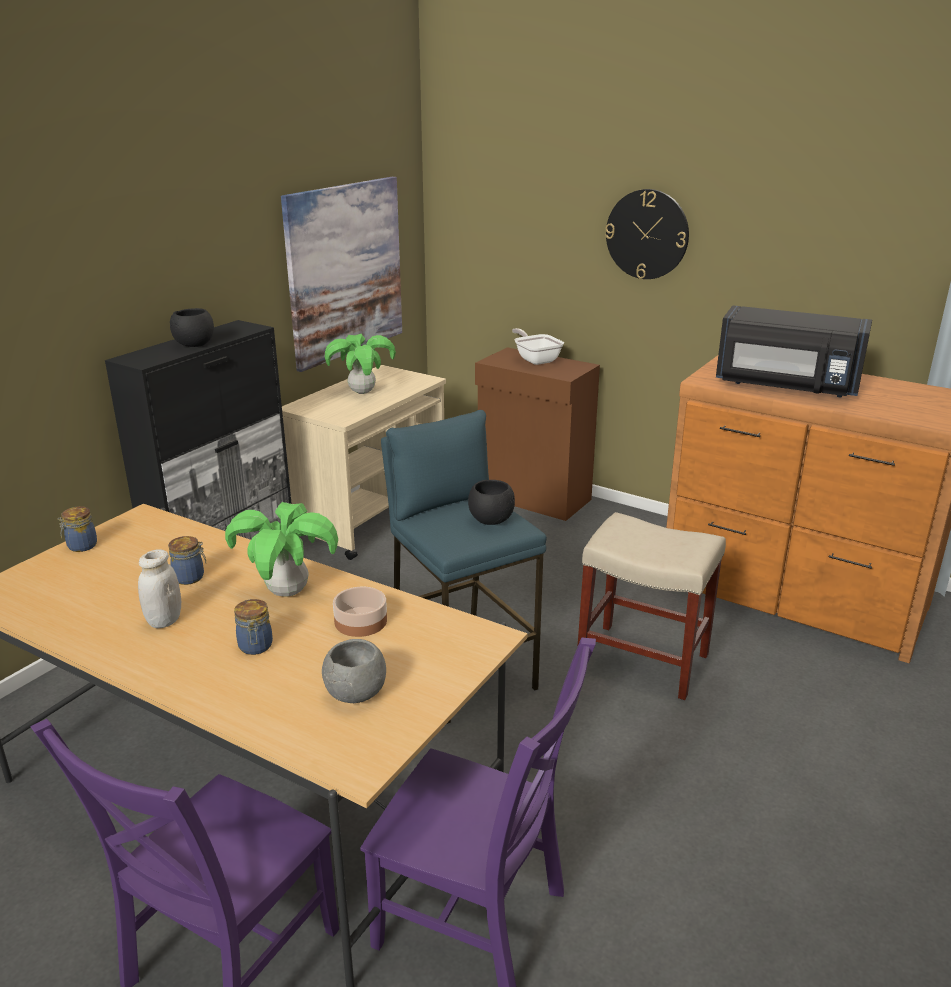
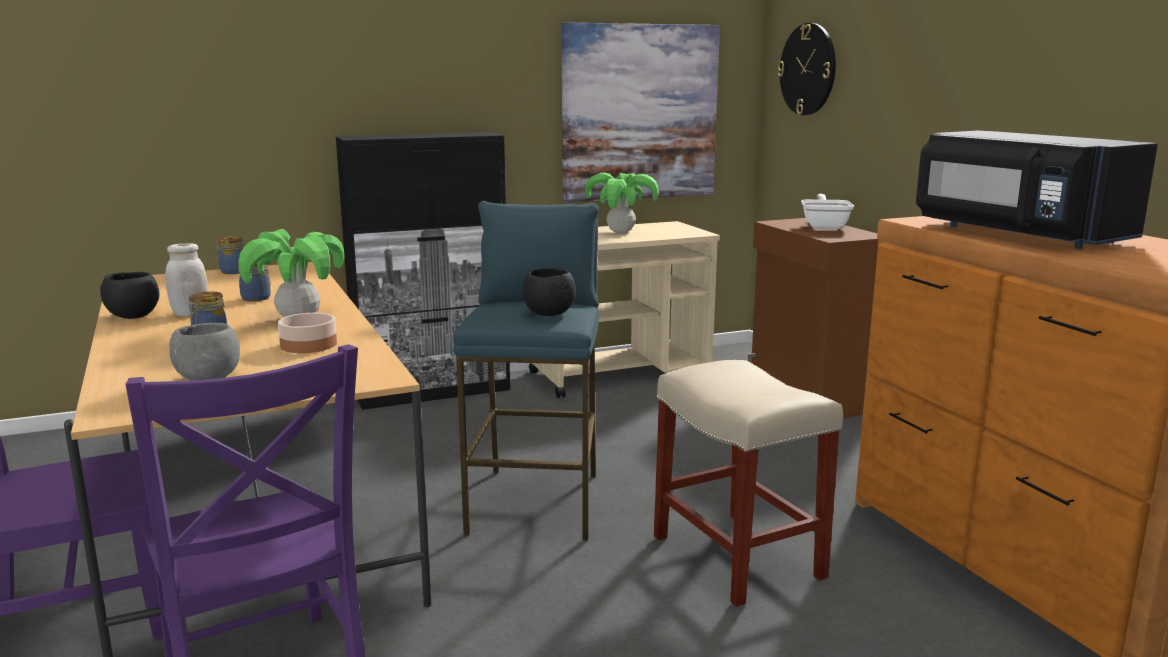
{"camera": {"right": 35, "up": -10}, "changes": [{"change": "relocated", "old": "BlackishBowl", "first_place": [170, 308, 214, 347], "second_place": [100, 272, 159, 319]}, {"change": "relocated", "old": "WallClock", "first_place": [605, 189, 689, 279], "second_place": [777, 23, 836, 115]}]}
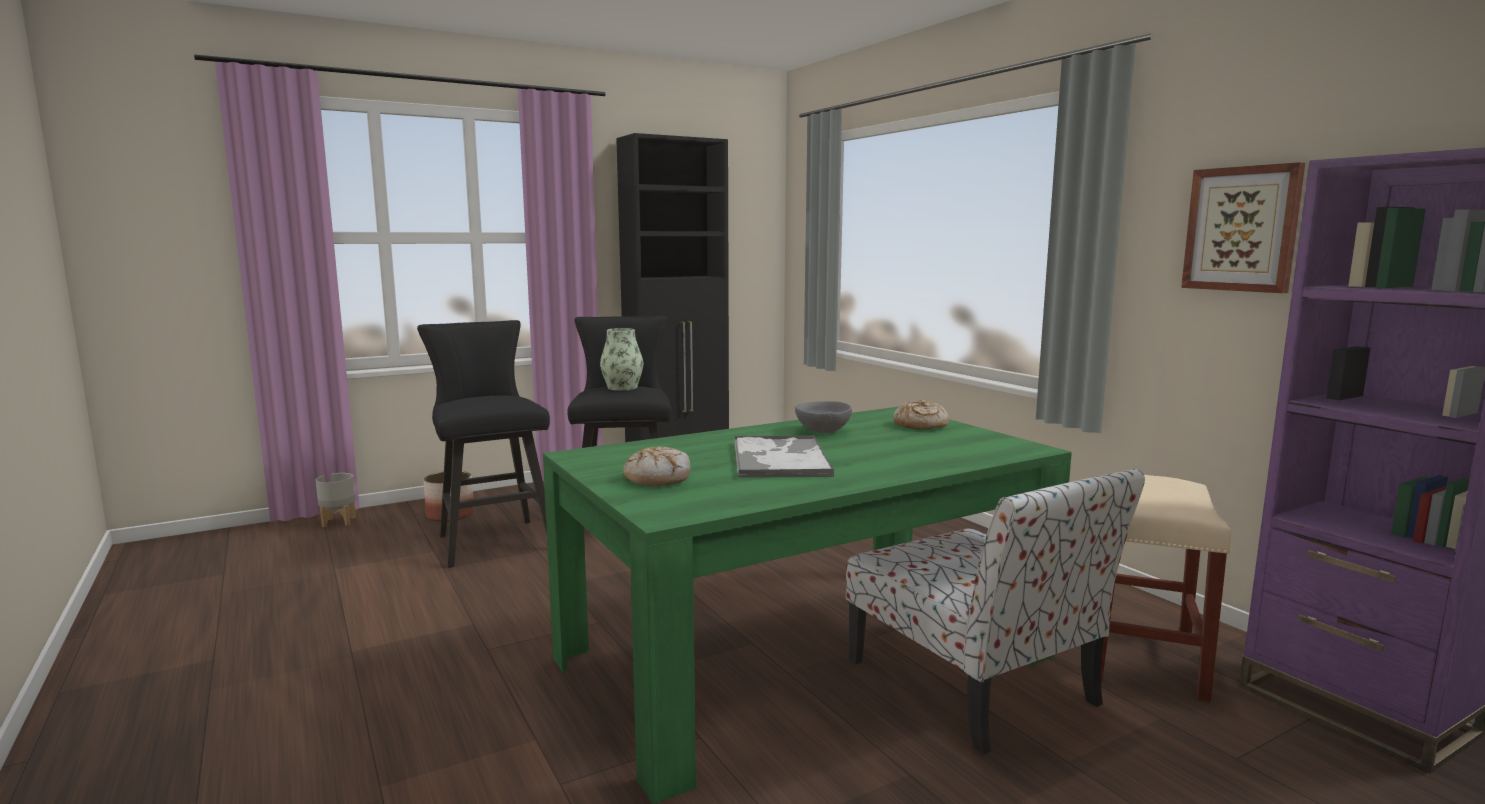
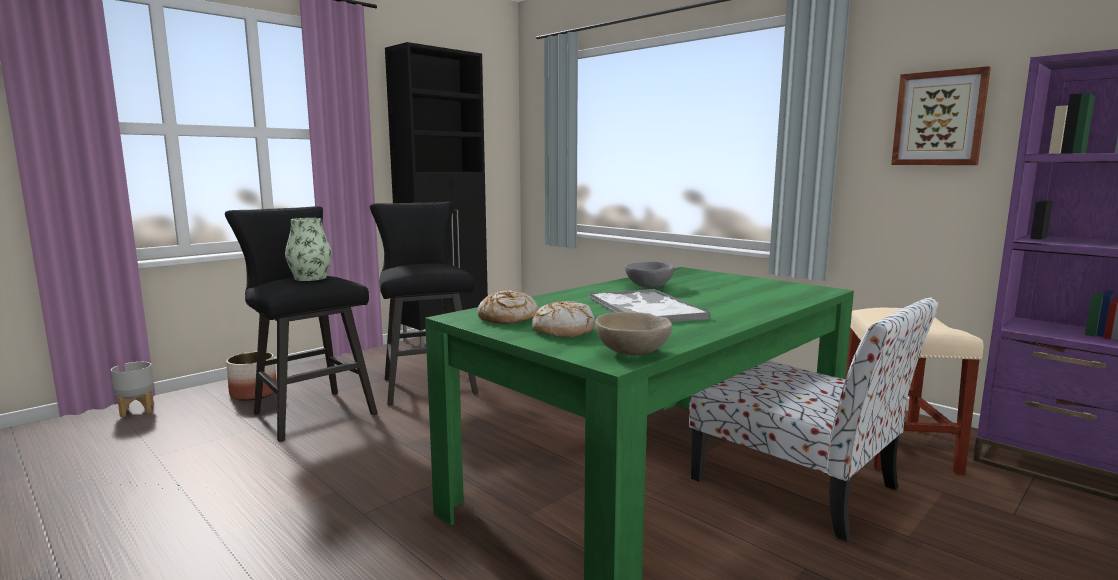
{"camera": {"right": -15, "up": 0}, "changes": [{"change": "appeared", "new": "BeigeBowl", "second_place": [595, 312, 673, 355]}, {"change": "relocated", "old": "Vase", "first_place": [600, 328, 643, 391], "second_place": [285, 218, 332, 281]}, {"change": "relocated", "old": "Bread", "first_place": [893, 400, 949, 429], "second_place": [477, 290, 538, 324]}]}
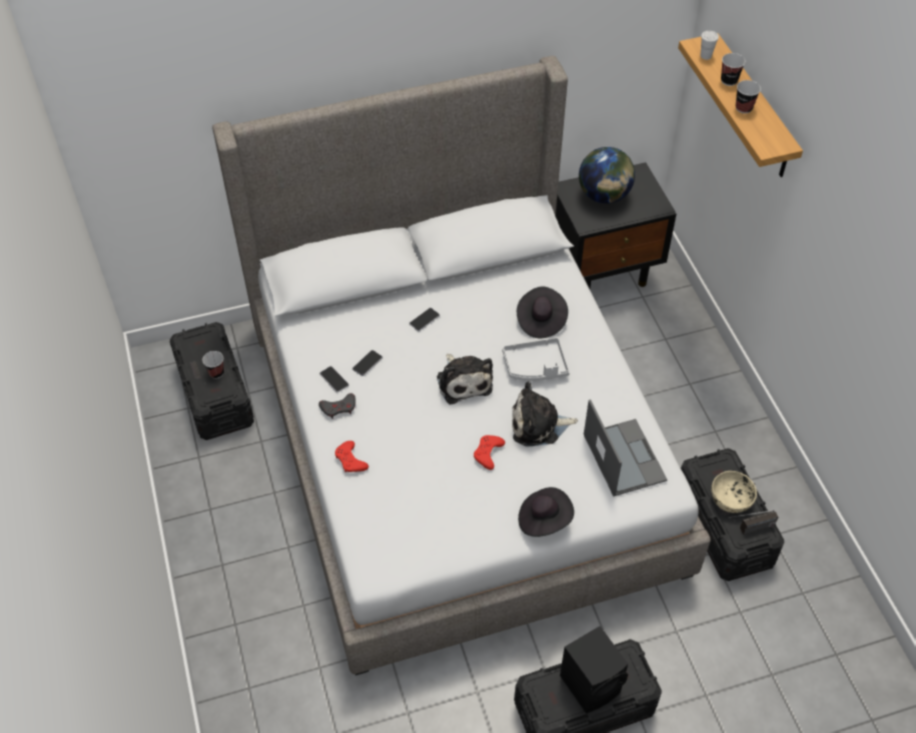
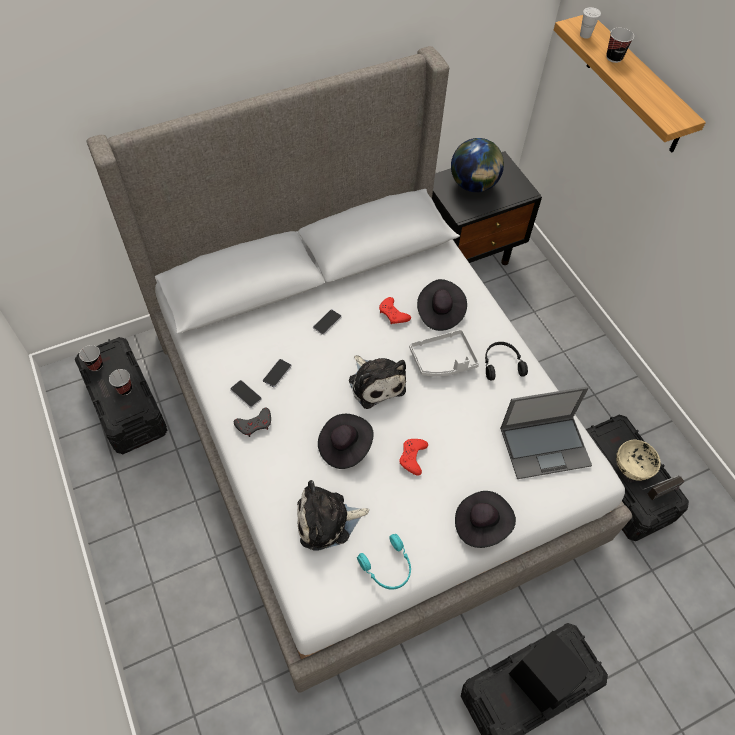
{"camera": {"right": -10, "up": 5}, "changes": [{"change": "appeared", "new": "BlackishClothingHat", "second_place": [318, 414, 374, 469]}, {"change": "appeared", "new": "TurquoiseHeadphones", "second_place": [357, 534, 411, 590]}, {"change": "appeared", "new": "BlackishHeadphones", "second_place": [485, 342, 528, 381]}, {"change": "relocated", "old": "ReddishJoypad", "first_place": [335, 441, 369, 472], "second_place": [379, 297, 411, 325]}, {"change": "relocated", "old": "CuddlyToy", "first_place": [512, 381, 578, 447], "second_place": [297, 480, 369, 551]}, {"change": "relocated", "old": "SmallCup", "first_place": [736, 80, 761, 114], "second_place": [79, 345, 103, 371]}, {"change": "spun", "old": "PortableComputer", "first_place": [584, 399, 667, 497], "second_place": [500, 386, 592, 479], "degrees": 105}]}
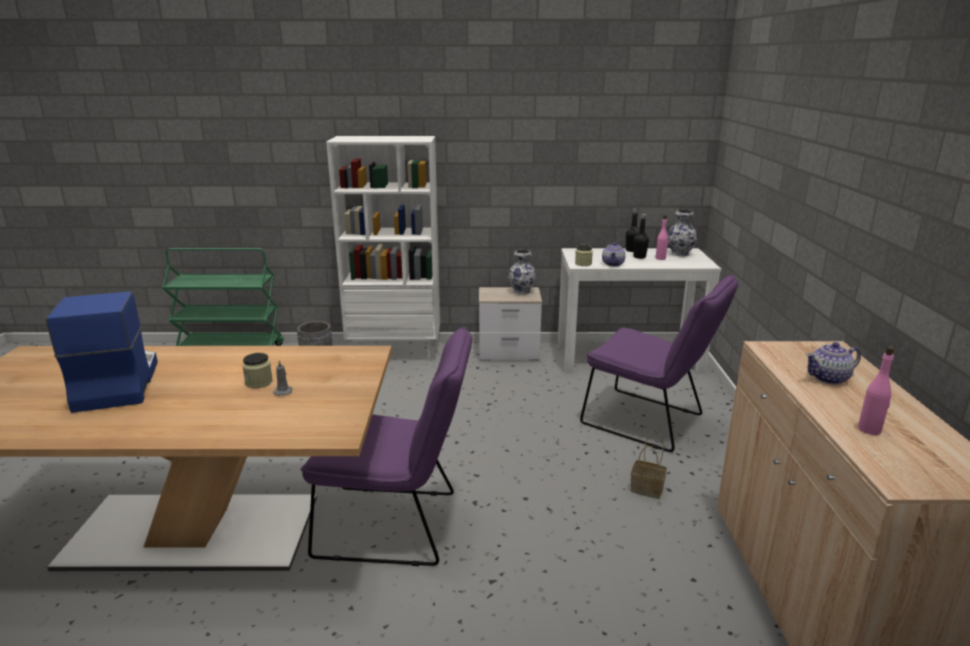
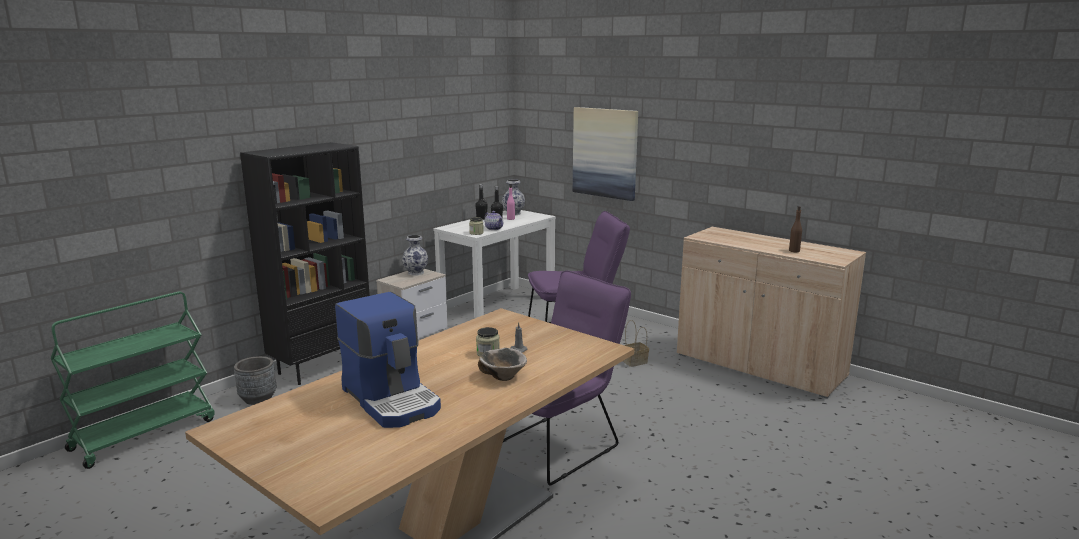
{"camera": {"right": -50, "up": -5}, "changes": [{"change": "missing", "old": "TeaPot", "first_place": [806, 342, 861, 385]}, {"change": "appeared", "new": "Bowl", "second_place": [478, 348, 527, 381]}, {"change": "appeared", "new": "Picture", "second_place": [573, 107, 638, 201]}, {"change": "colour", "old": "WhiteColouredBookcase", "new": "BlackishBookcase", "first_place": [326, 136, 440, 360], "second_place": [240, 142, 370, 385]}, {"change": "colour", "old": "PinkDrinkBottle", "new": "BrownColouredDrinkBottle", "first_place": [858, 346, 894, 435], "second_place": [789, 206, 802, 252]}, {"change": "spun", "old": "CoffeeMachine", "first_place": [46, 292, 158, 413], "second_place": [335, 292, 441, 428], "degrees": -150}]}
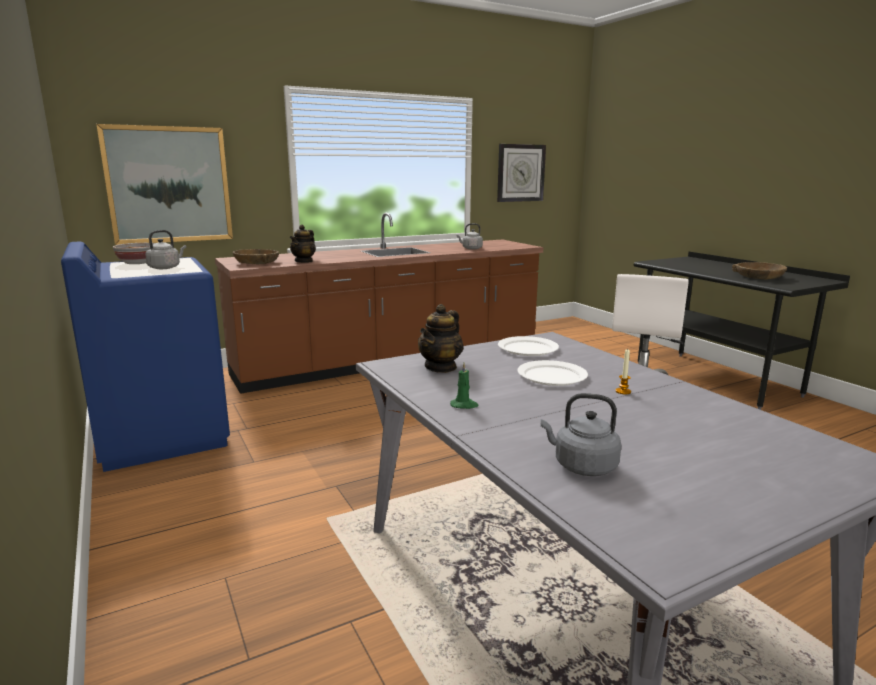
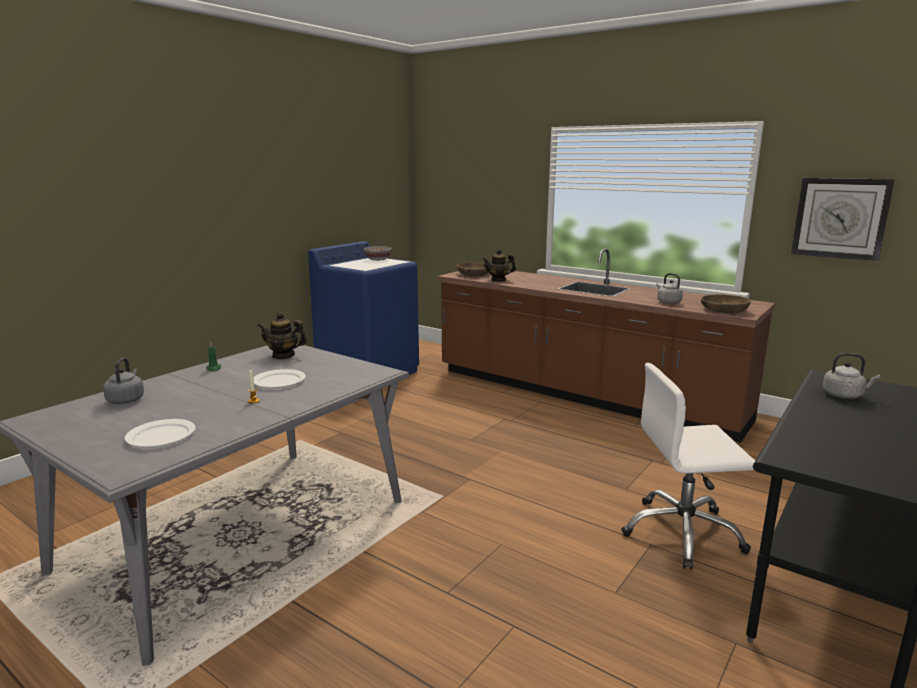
{"camera": {"right": 65, "up": 0}, "changes": [{"change": "missing", "old": "Picture", "first_place": [96, 124, 233, 245]}, {"change": "relocated", "old": "GrayWaterKettle", "first_place": [145, 230, 186, 269], "second_place": [822, 353, 880, 399]}, {"change": "relocated", "old": "WhiteColouredPlate", "first_place": [498, 336, 559, 356], "second_place": [125, 419, 195, 447]}, {"change": "relocated", "old": "BrownColouredBowl", "first_place": [732, 262, 787, 279], "second_place": [701, 294, 751, 313]}]}
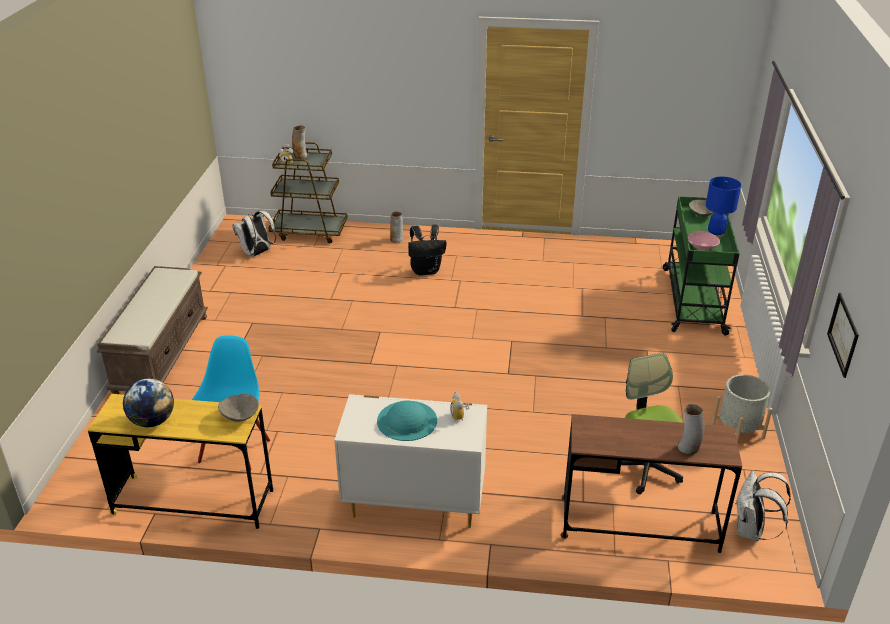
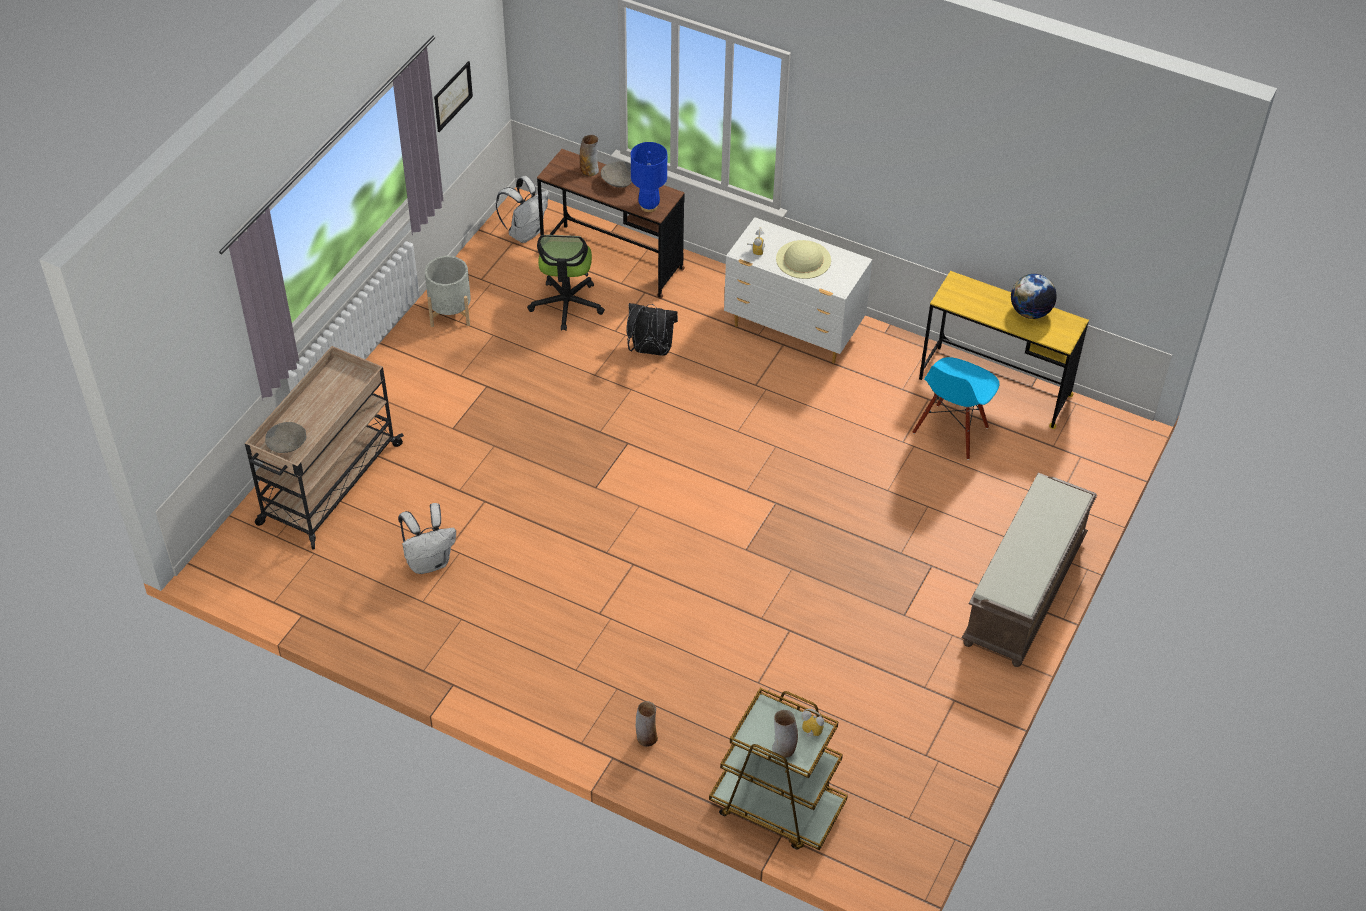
{"camera": {"right": -160, "up": 15}, "changes": [{"change": "missing", "old": "PinkBowl", "first_place": [688, 231, 720, 251]}, {"change": "relocated", "old": "GrayBowl", "first_place": [218, 394, 259, 422], "second_place": [601, 161, 632, 188]}, {"change": "relocated", "old": "WhiteColouredBackpack", "first_place": [232, 211, 276, 257], "second_place": [398, 503, 456, 574]}, {"change": "relocated", "old": "BlackishBackpack", "first_place": [408, 225, 447, 275], "second_place": [627, 303, 678, 356]}, {"change": "relocated", "old": "BlueLampForATable", "first_place": [706, 177, 741, 238], "second_place": [631, 142, 667, 212]}, {"change": "colour", "old": "TurquoiseClothingHat", "new": "BeigeClothingHat", "first_place": [377, 401, 437, 441], "second_place": [776, 240, 831, 279]}, {"change": "colour", "old": "GreenishWheeledCart", "new": "BeigeWheeledCart", "first_place": [663, 196, 740, 336], "second_place": [245, 346, 404, 550]}]}
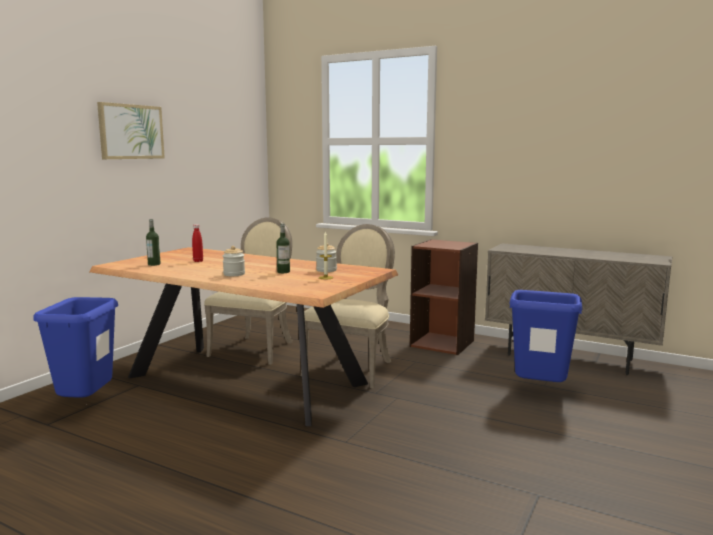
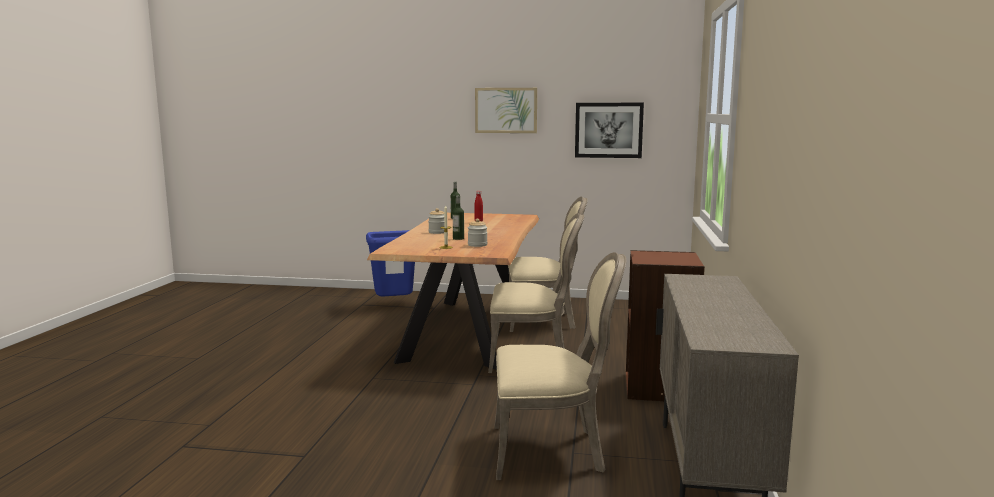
{"camera": {"right": 70, "up": 0}, "changes": [{"change": "appeared", "new": "Picture", "second_place": [575, 103, 644, 158]}, {"change": "exchanged", "old": "BlueTrashCan", "new": "BeigeChair", "first_place": [509, 290, 582, 382], "second_place": [494, 252, 626, 480]}]}
